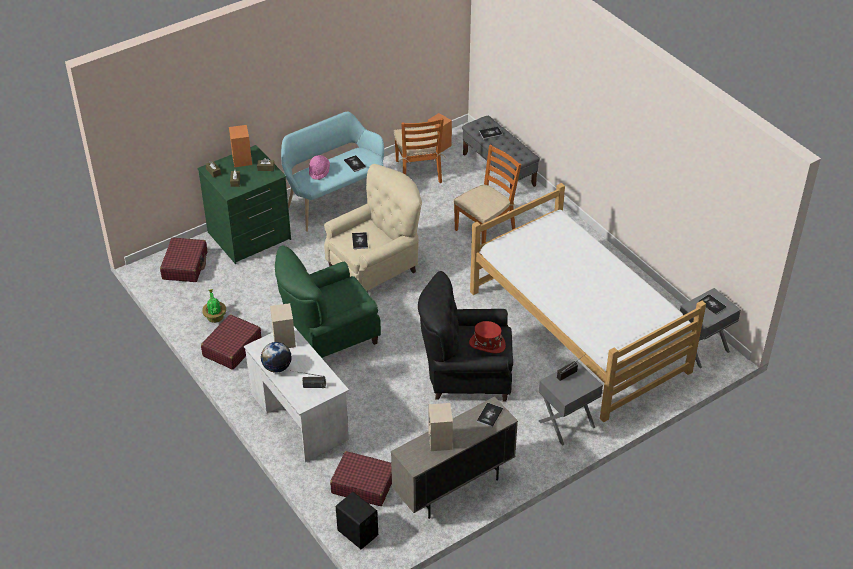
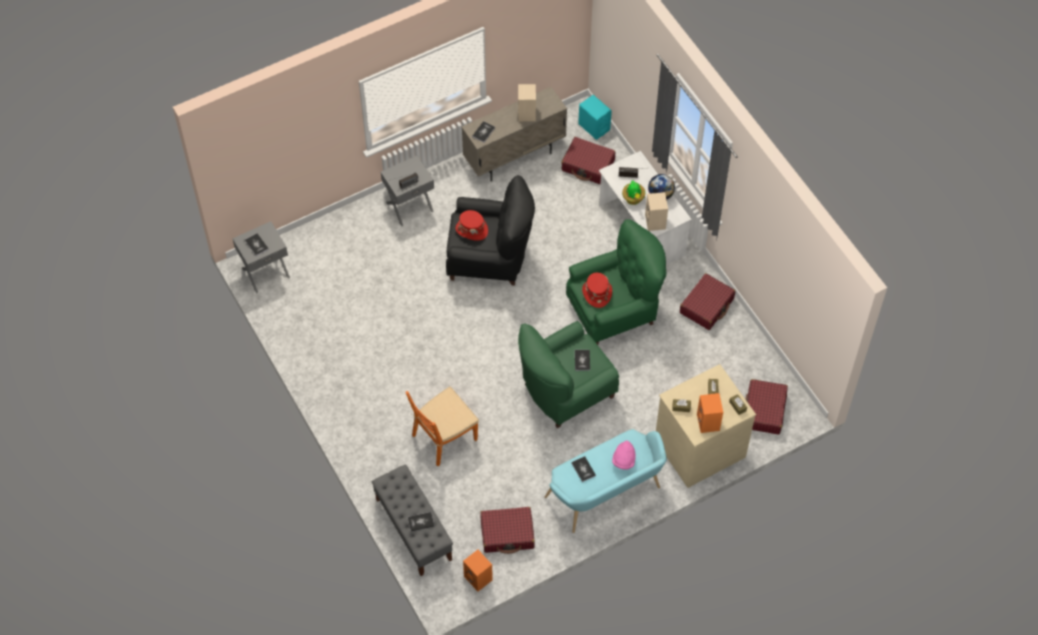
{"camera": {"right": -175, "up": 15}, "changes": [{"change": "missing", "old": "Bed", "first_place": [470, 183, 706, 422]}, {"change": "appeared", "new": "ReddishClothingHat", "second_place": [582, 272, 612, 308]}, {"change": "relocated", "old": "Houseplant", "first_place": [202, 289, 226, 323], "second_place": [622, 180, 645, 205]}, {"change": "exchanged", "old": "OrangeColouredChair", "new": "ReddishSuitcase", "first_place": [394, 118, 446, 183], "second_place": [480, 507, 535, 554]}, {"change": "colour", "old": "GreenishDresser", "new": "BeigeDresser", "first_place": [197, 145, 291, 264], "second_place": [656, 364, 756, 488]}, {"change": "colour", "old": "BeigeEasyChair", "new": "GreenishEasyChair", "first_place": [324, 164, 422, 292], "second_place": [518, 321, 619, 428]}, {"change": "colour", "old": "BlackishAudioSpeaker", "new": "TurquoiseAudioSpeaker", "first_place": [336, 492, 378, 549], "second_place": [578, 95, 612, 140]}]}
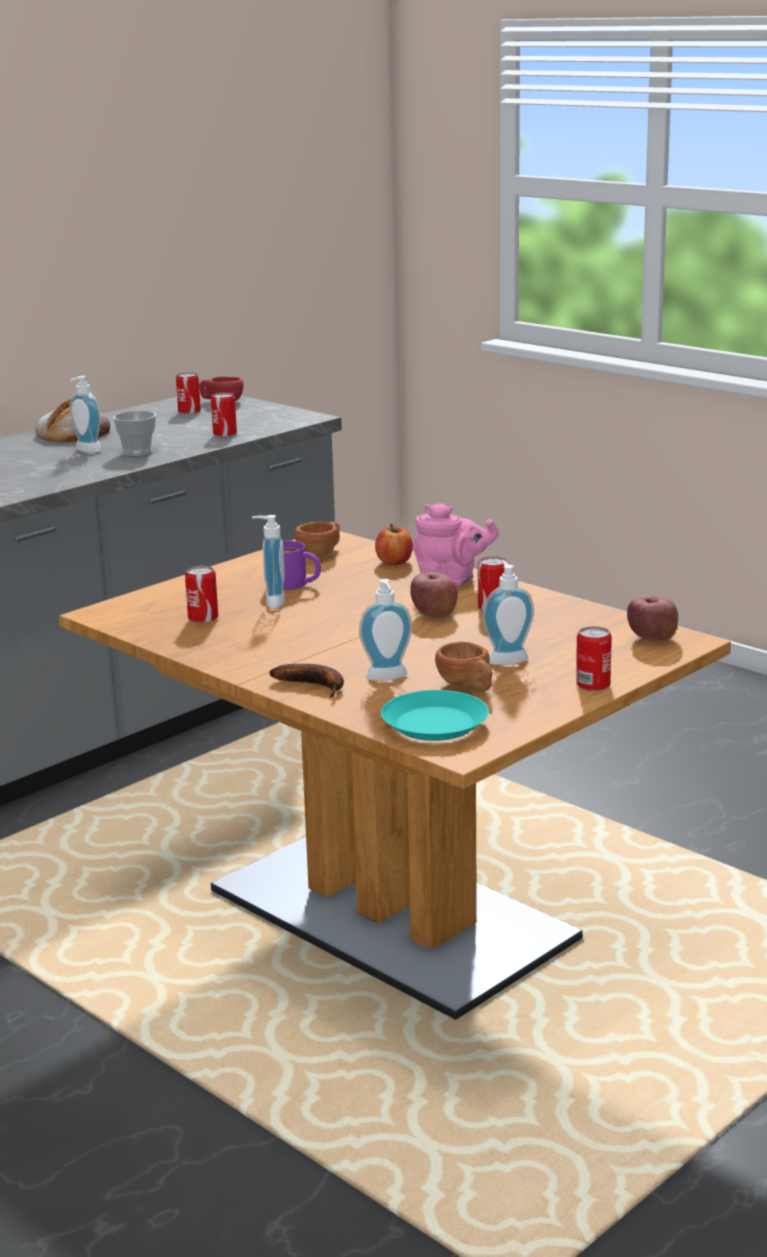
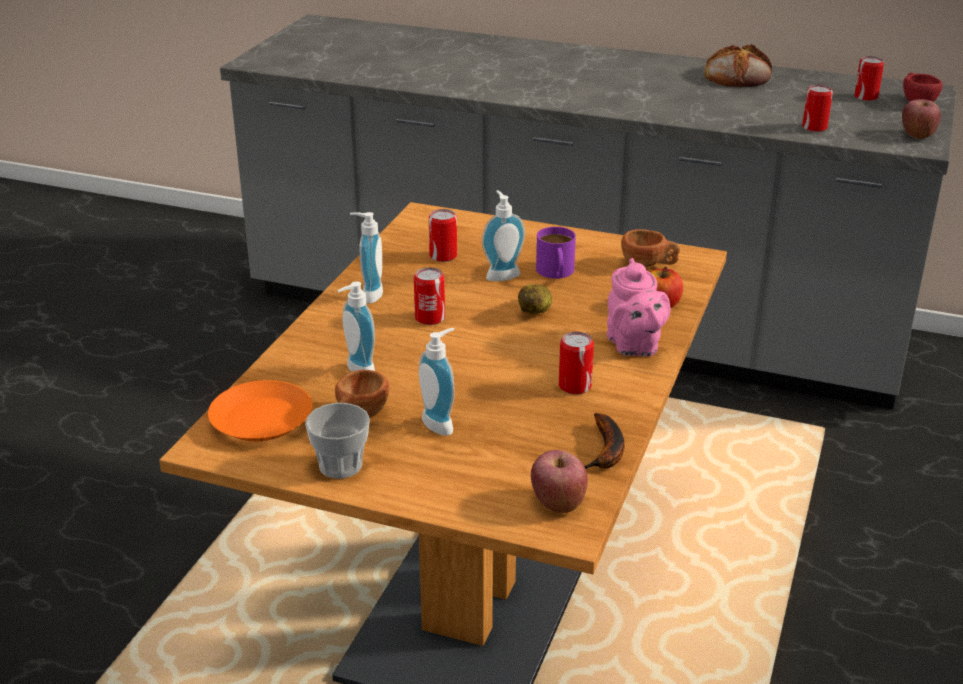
{"camera": {"right": 65, "up": 10}, "changes": [{"change": "appeared", "new": "Potato", "second_place": [518, 284, 552, 314]}, {"change": "relocated", "old": "LiquidSoapBottle", "first_place": [70, 376, 101, 453], "second_place": [350, 212, 383, 304]}, {"change": "relocated", "old": "SmallCup", "first_place": [113, 411, 156, 456], "second_place": [305, 403, 370, 479]}, {"change": "relocated", "old": "BananaFruit", "first_place": [269, 664, 344, 698], "second_place": [584, 413, 625, 469]}, {"change": "relocated", "old": "WholeApple", "first_place": [410, 572, 458, 618], "second_place": [902, 99, 941, 139]}, {"change": "relocated", "old": "MetalCan", "first_place": [576, 626, 612, 691], "second_place": [414, 267, 445, 325]}, {"change": "colour", "old": "TurquoisePlate", "new": "OrangeColouredPlate", "first_place": [381, 690, 489, 741], "second_place": [208, 380, 313, 441]}]}
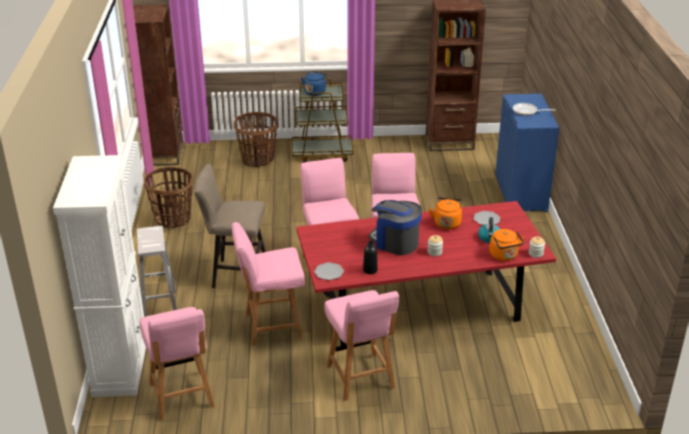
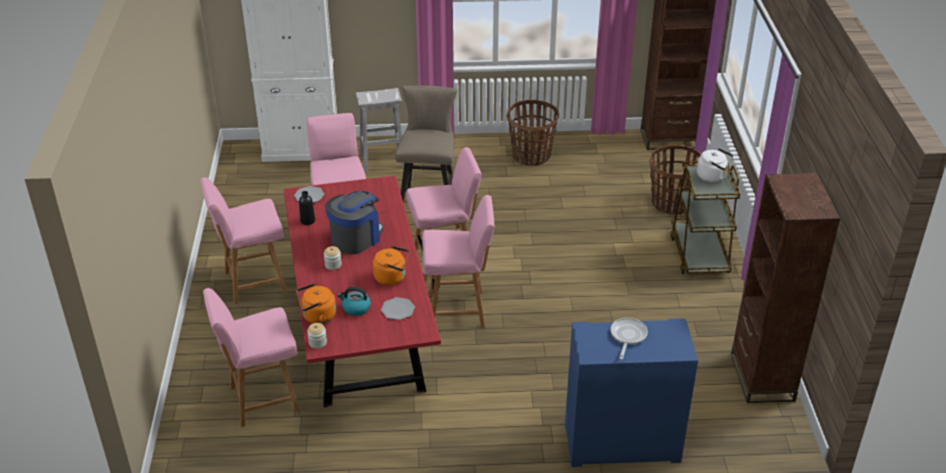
{"camera": {"right": 90, "up": 5}, "changes": [{"change": "relocated", "old": "PinkChair", "first_place": [140, 307, 215, 421], "second_place": [203, 288, 301, 427]}, {"change": "colour", "old": "BlueWaterKettle", "new": "WhiteColouredWaterKettle", "first_place": [301, 71, 329, 96], "second_place": [697, 148, 733, 182]}]}
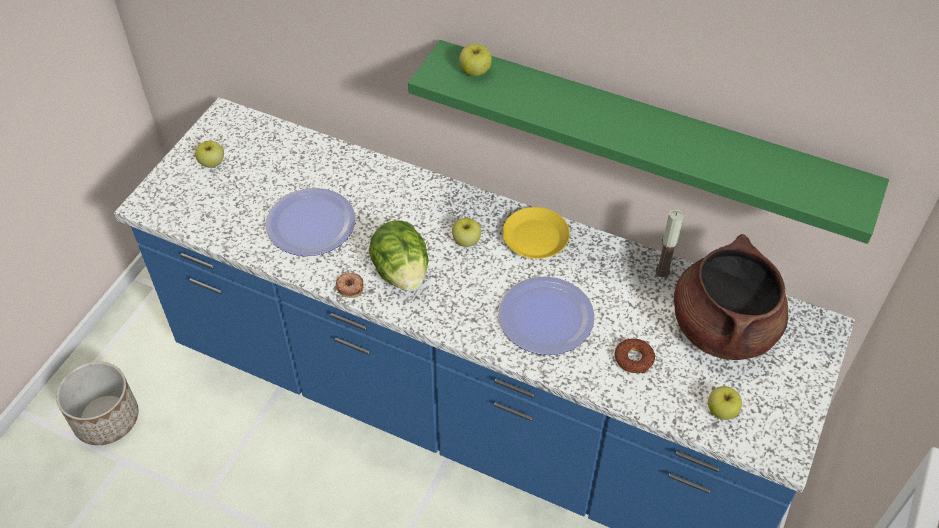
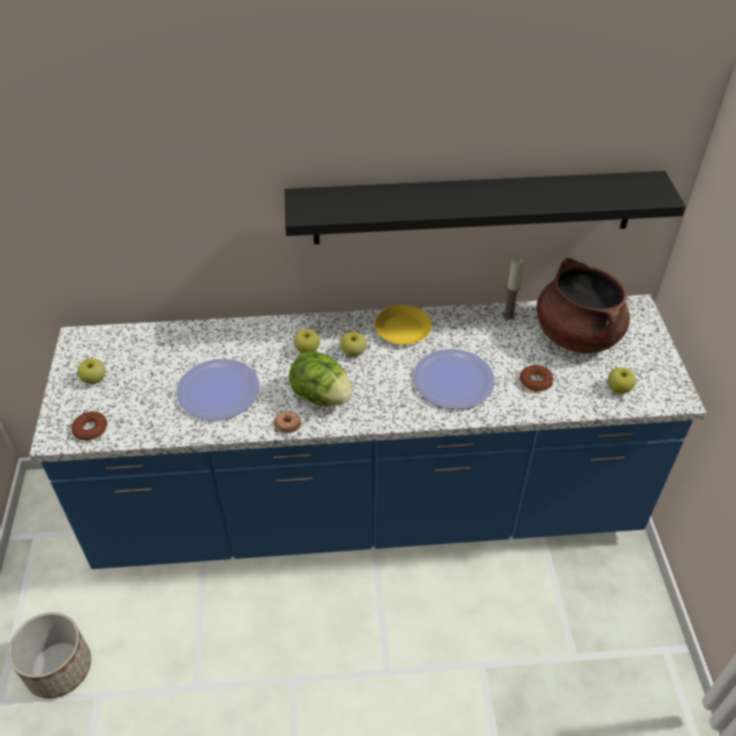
{"camera": {"right": -30, "up": -5}, "changes": [{"change": "appeared", "new": "RingDoughnut", "second_place": [71, 411, 107, 440]}, {"change": "relocated", "old": "WholeApple", "first_place": [459, 44, 492, 76], "second_place": [294, 329, 320, 353]}, {"change": "colour", "old": "GreenishWallShelf", "new": "BlackishWallShelf", "first_place": [408, 40, 889, 244], "second_place": [284, 171, 686, 244]}]}
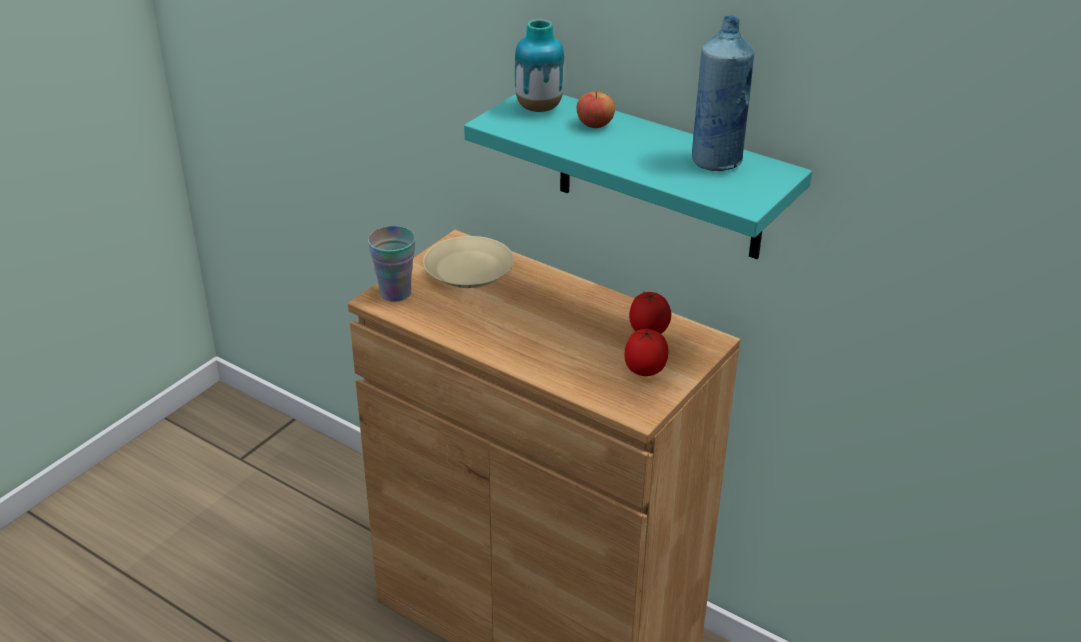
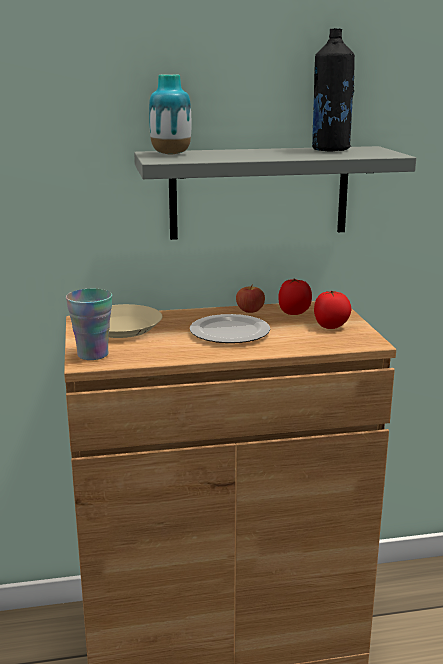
{"camera": {"right": -45, "up": -15}, "changes": [{"change": "appeared", "new": "Plate", "second_place": [190, 314, 270, 343]}, {"change": "relocated", "old": "WholeApple", "first_place": [577, 91, 615, 128], "second_place": [236, 284, 265, 313]}, {"change": "colour", "old": "TurquoiseWallShelf", "new": "GrayWallShelf", "first_place": [464, 94, 812, 259], "second_place": [134, 146, 416, 240]}, {"change": "colour", "old": "BlueDrinkBottle", "new": "BlackishDrinkBottle", "first_place": [692, 15, 754, 171], "second_place": [312, 28, 355, 152]}]}
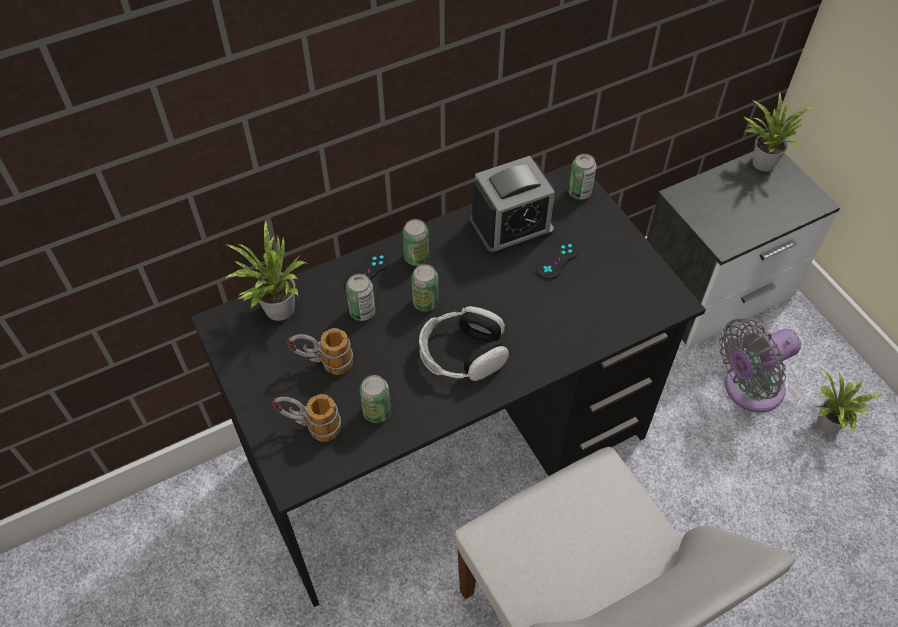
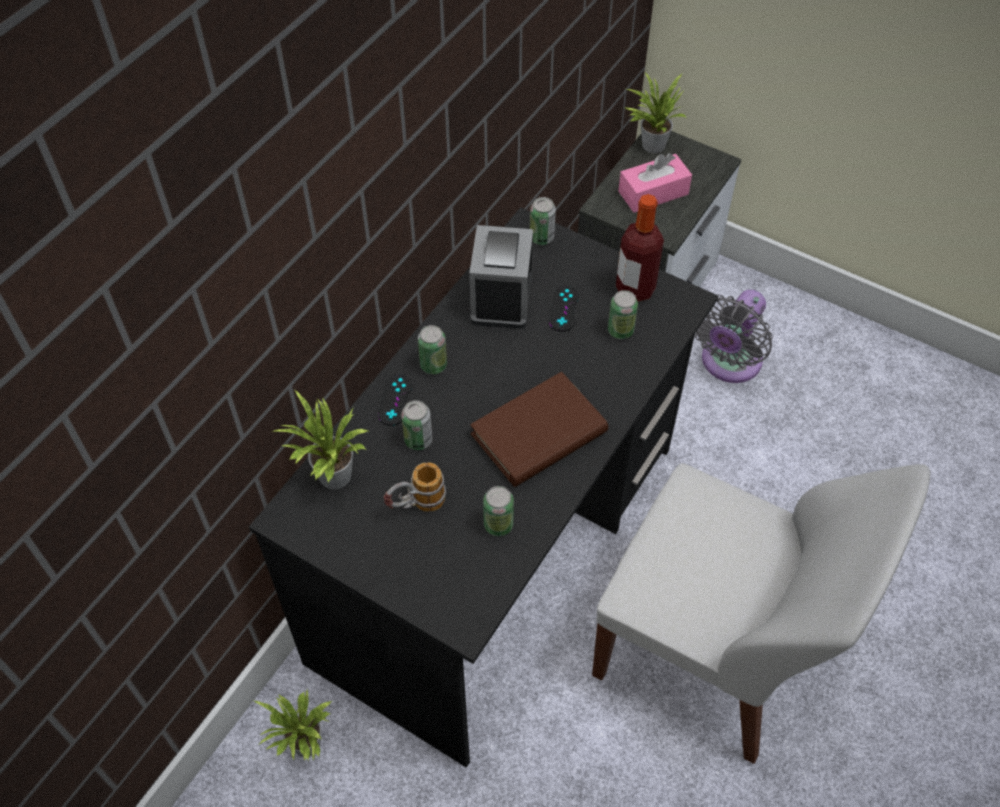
{"camera": {"right": -30, "up": 0}, "changes": [{"change": "missing", "old": "Mug", "first_place": [272, 394, 341, 442]}, {"change": "appeared", "new": "DrinkBottle", "second_place": [616, 194, 664, 301]}, {"change": "appeared", "new": "PinkTissueBox", "second_place": [618, 153, 692, 213]}, {"change": "relocated", "old": "MetalCan", "first_place": [411, 264, 439, 311], "second_place": [608, 290, 638, 339]}, {"change": "relocated", "old": "Houseplant", "first_place": [815, 368, 882, 434], "second_place": [254, 690, 333, 761]}, {"change": "exchanged", "old": "Headphones", "new": "BrownColouredBook", "first_place": [419, 306, 509, 381], "second_place": [470, 372, 608, 487]}, {"change": "spun", "old": "BedsideClock", "first_place": [469, 156, 555, 256], "second_place": [469, 225, 533, 329], "degrees": 150}]}
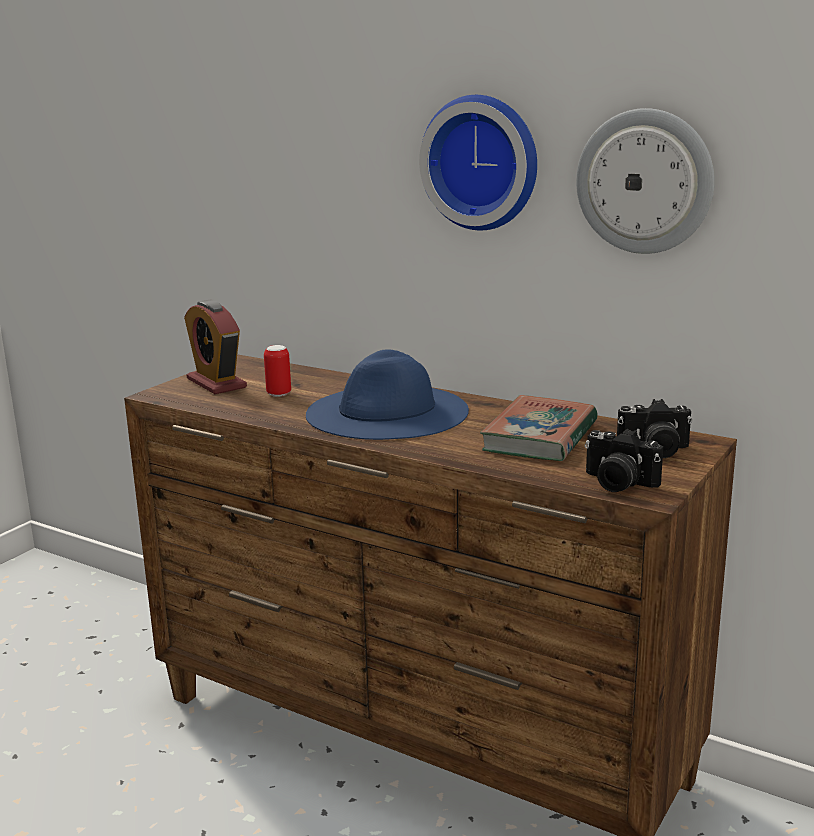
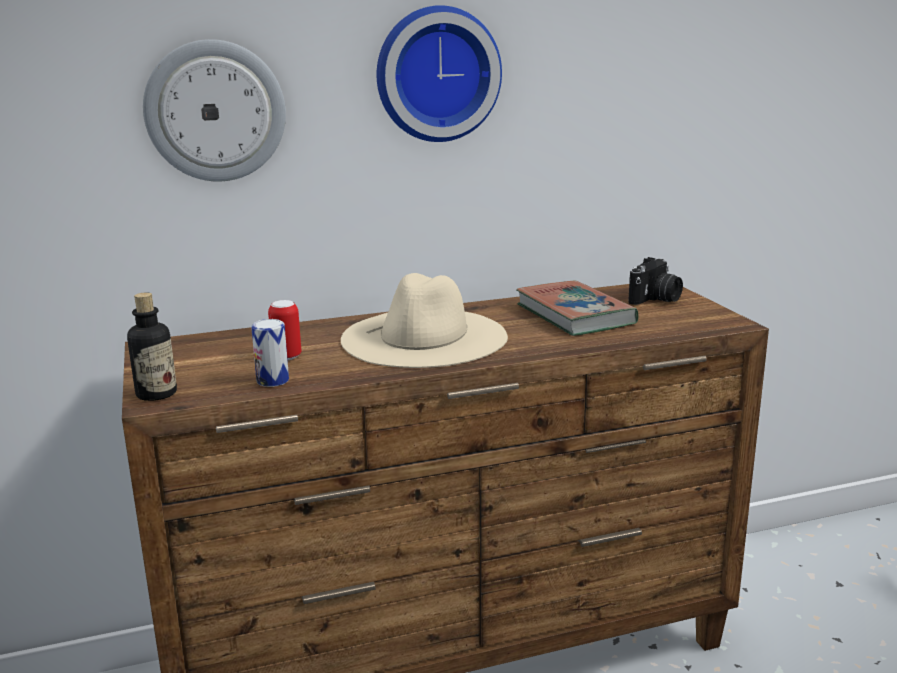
{"camera": {"right": -50, "up": 0}, "changes": [{"change": "missing", "old": "BedsideClock", "first_place": [184, 300, 247, 394]}, {"change": "missing", "old": "StillCamera", "first_place": [585, 429, 663, 492]}, {"change": "appeared", "new": "DrinkBottle", "second_place": [127, 293, 177, 401]}, {"change": "appeared", "new": "MetalCan", "second_place": [251, 319, 289, 387]}, {"change": "relocated", "old": "WallClock", "first_place": [576, 108, 715, 254], "second_place": [143, 39, 286, 182]}, {"change": "colour", "old": "BlueClothingHat", "new": "BeigeClothingHat", "first_place": [306, 349, 469, 440], "second_place": [341, 273, 508, 368]}]}
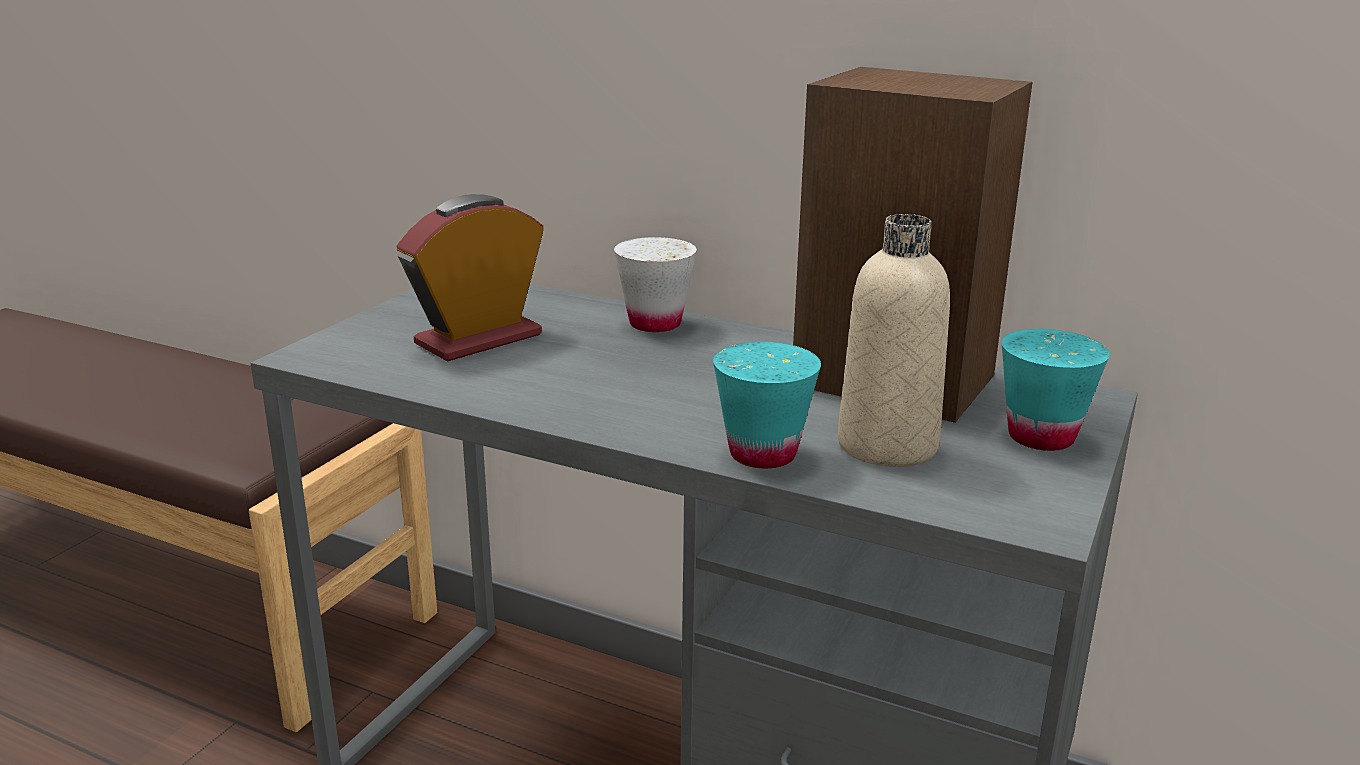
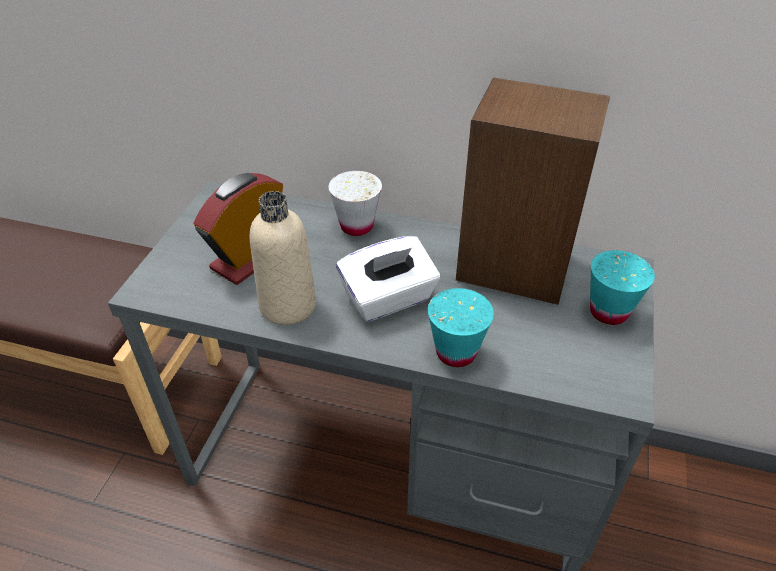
{"camera": {"right": -10, "up": 20}, "changes": [{"change": "appeared", "new": "WhiteColouredTissueBox", "second_place": [336, 236, 440, 322]}, {"change": "relocated", "old": "BeigeDrinkBottle", "first_place": [838, 214, 950, 467], "second_place": [250, 191, 316, 325]}]}
